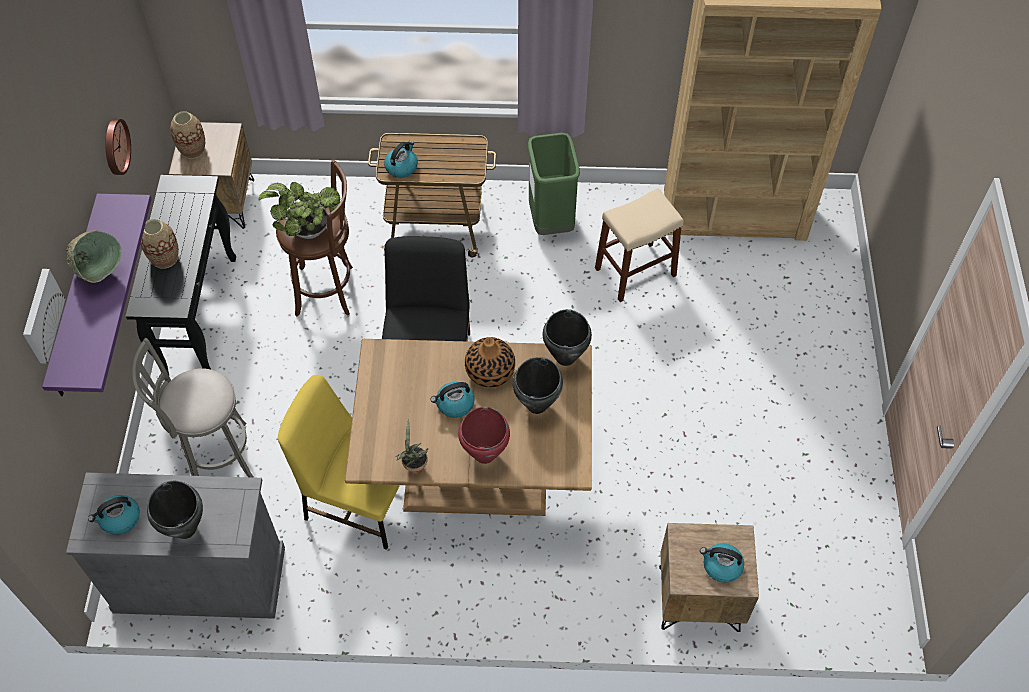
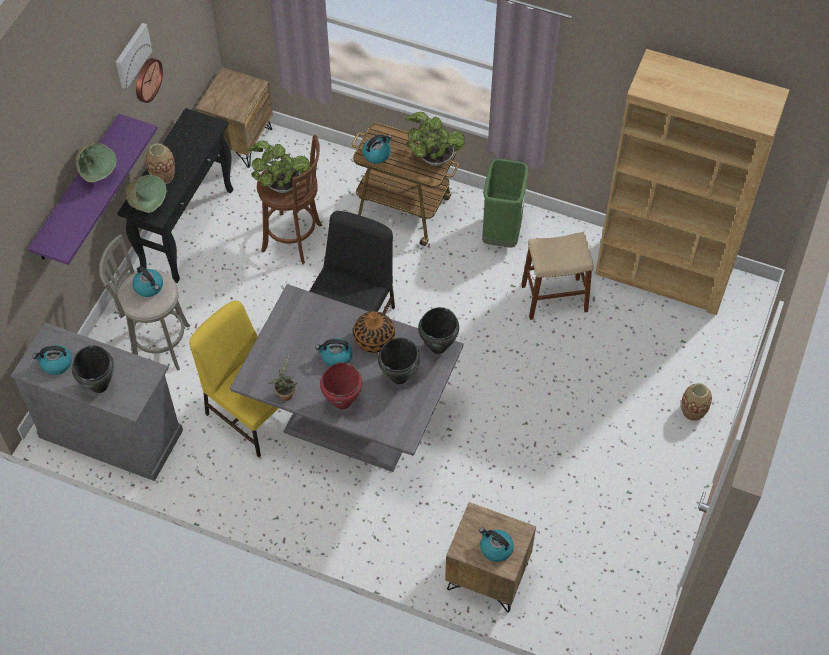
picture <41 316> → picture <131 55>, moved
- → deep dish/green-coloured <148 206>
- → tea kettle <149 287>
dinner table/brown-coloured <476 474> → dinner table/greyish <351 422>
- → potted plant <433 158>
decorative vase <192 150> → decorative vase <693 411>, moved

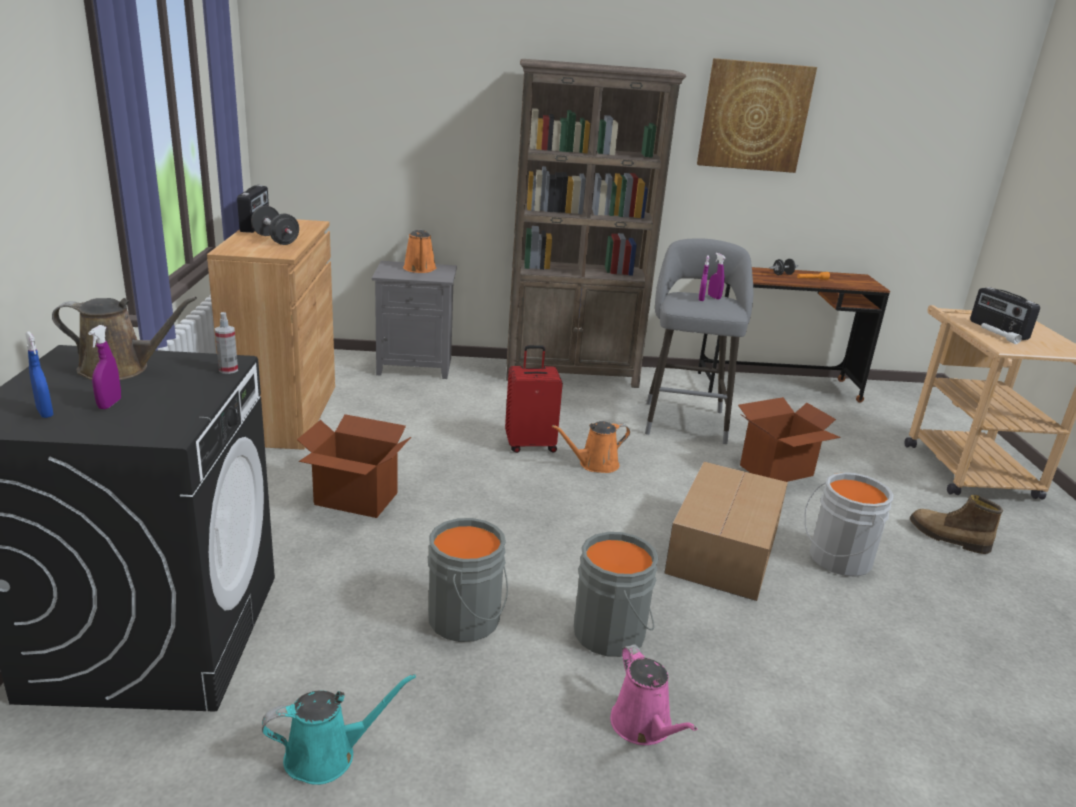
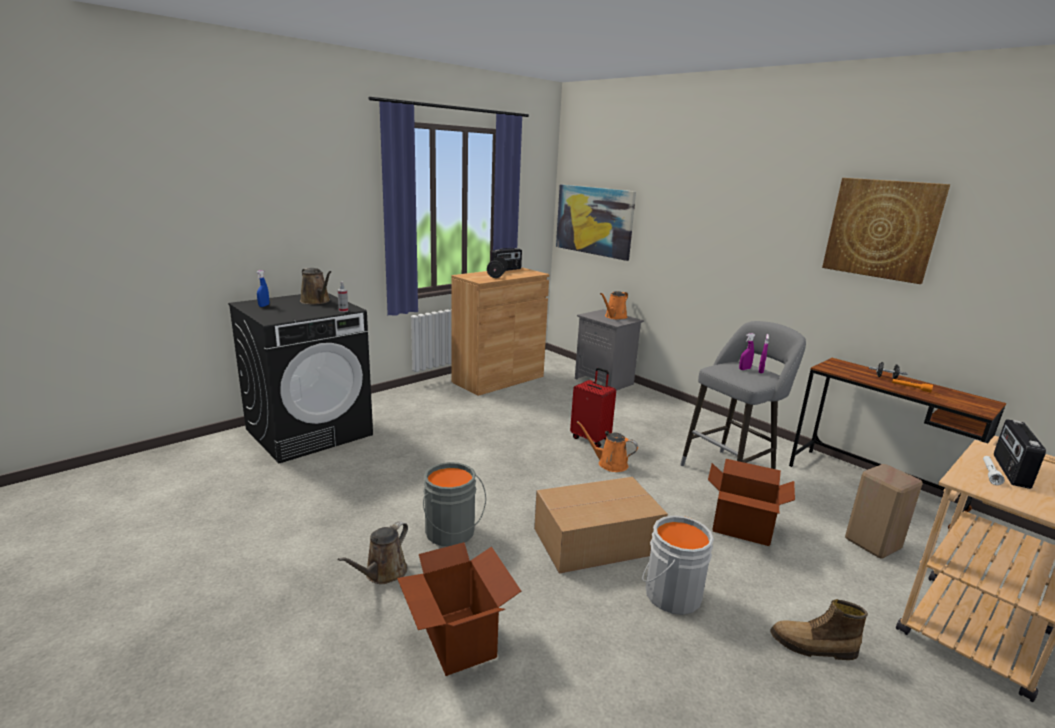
watering pot/pink-coloured <644 726> → watering pot/brown-coloured <383 573>
cardboard box <356 499> → cardboard box <457 640>, moved
- → picture <594 221>
high-top boot <947 538> → high-top boot <813 647>, 75 degrees counterclockwise
- → stool/beige-coloured <870 543>
hand sprayer/purple-coloured <109 404> → -
watering pot/blue-green <327 755> → -
bucket/greyish <468 619> → -
bookcase/brown-coloured <572 374> → -

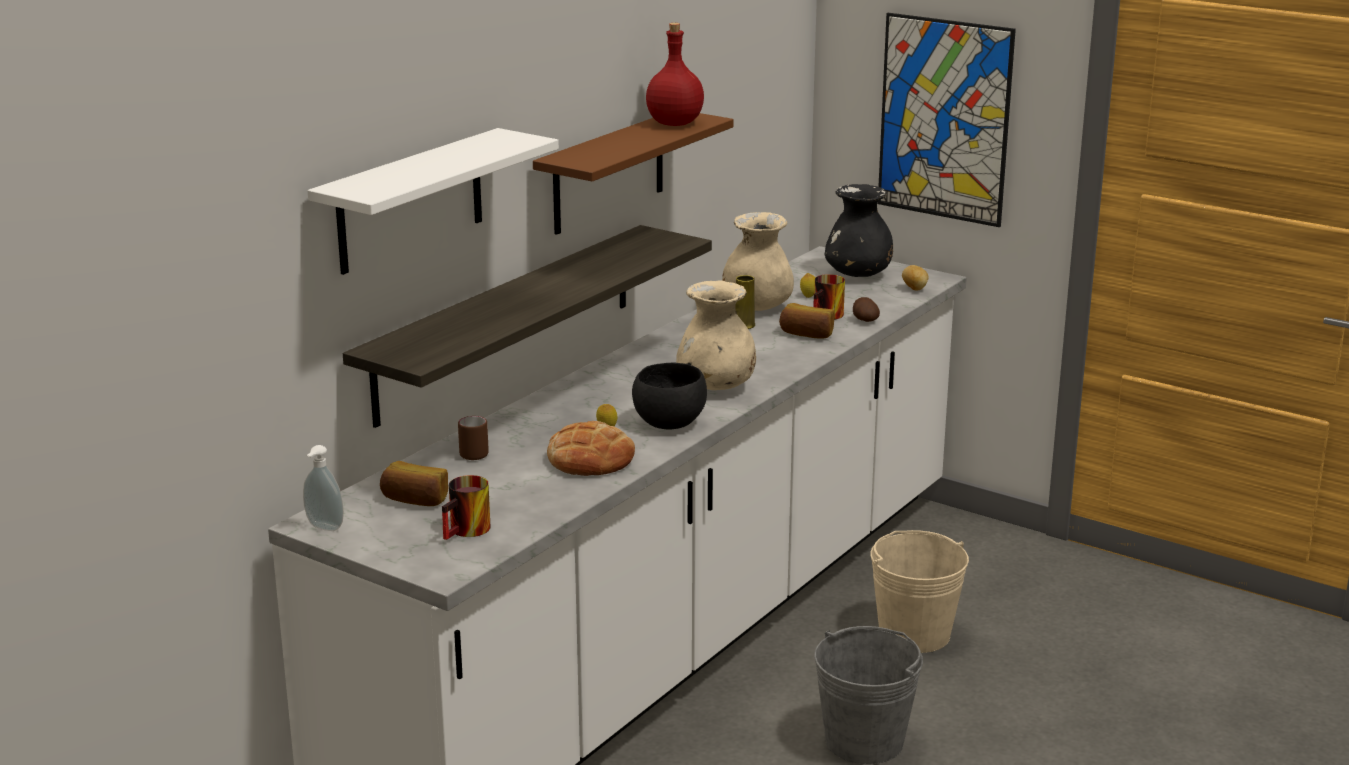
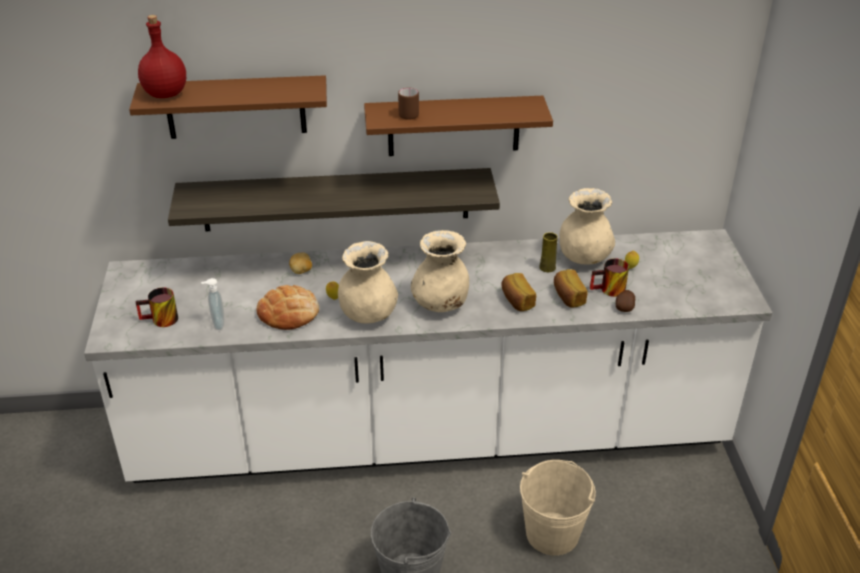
bracket shelf/white-coloured <410 202> → bracket shelf/brown-coloured <235 107>
bottle/red <674 123> → bottle/red <166 93>, moved
soap dispenser <323 528> → soap dispenser <217 324>, moved
whole potato <915 289> → whole potato <301 271>, moved
deep dish/black-coloured <669 423> → decorative vase/beige-coloured <368 314>
coffee mug/brown-coloured <472 453> → coffee mug/brown-coloured <410 114>, moved
bread <415 500> → bread <516 301>, moved
decorative vase/black-coloured <858 275> → -
picture <944 119> → -

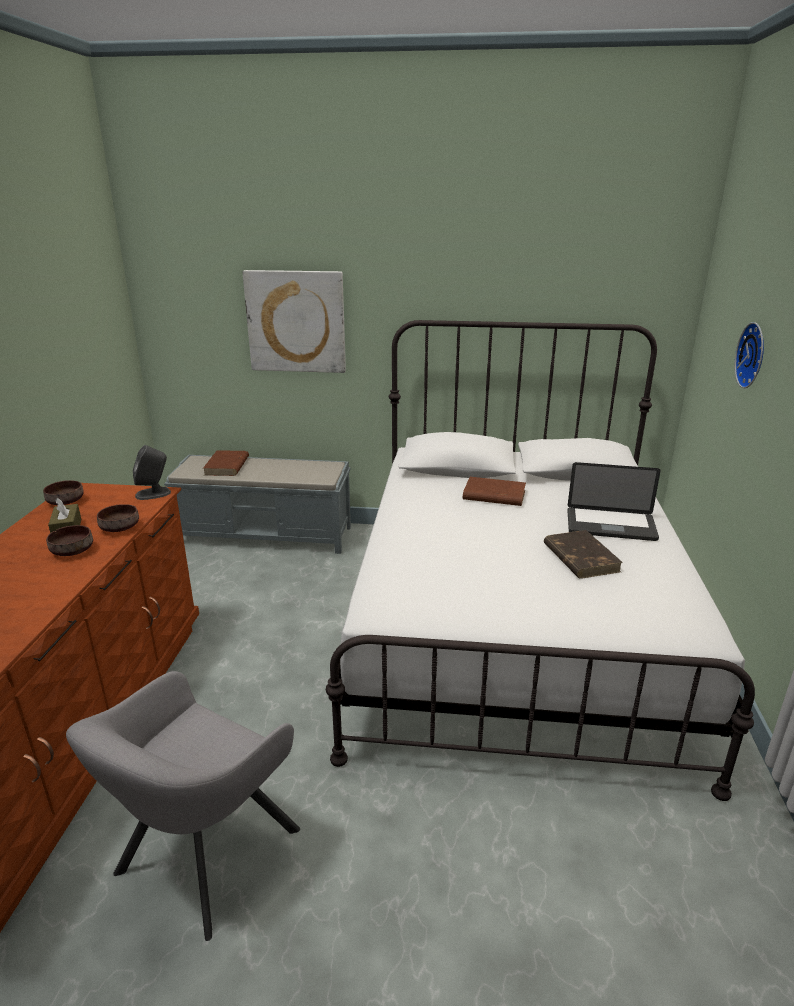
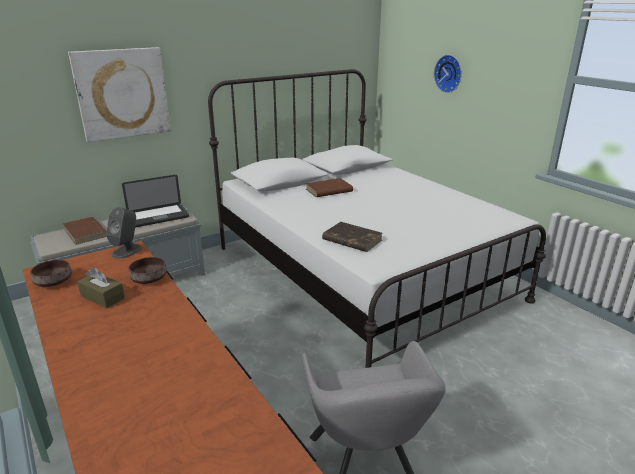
portable computer <610 525> → portable computer <158 216>, moved
bound book/brown-coloured <580 557> → bound book/brown-coloured <351 240>, moved
deep dish/brown-coloured <73 551> → -

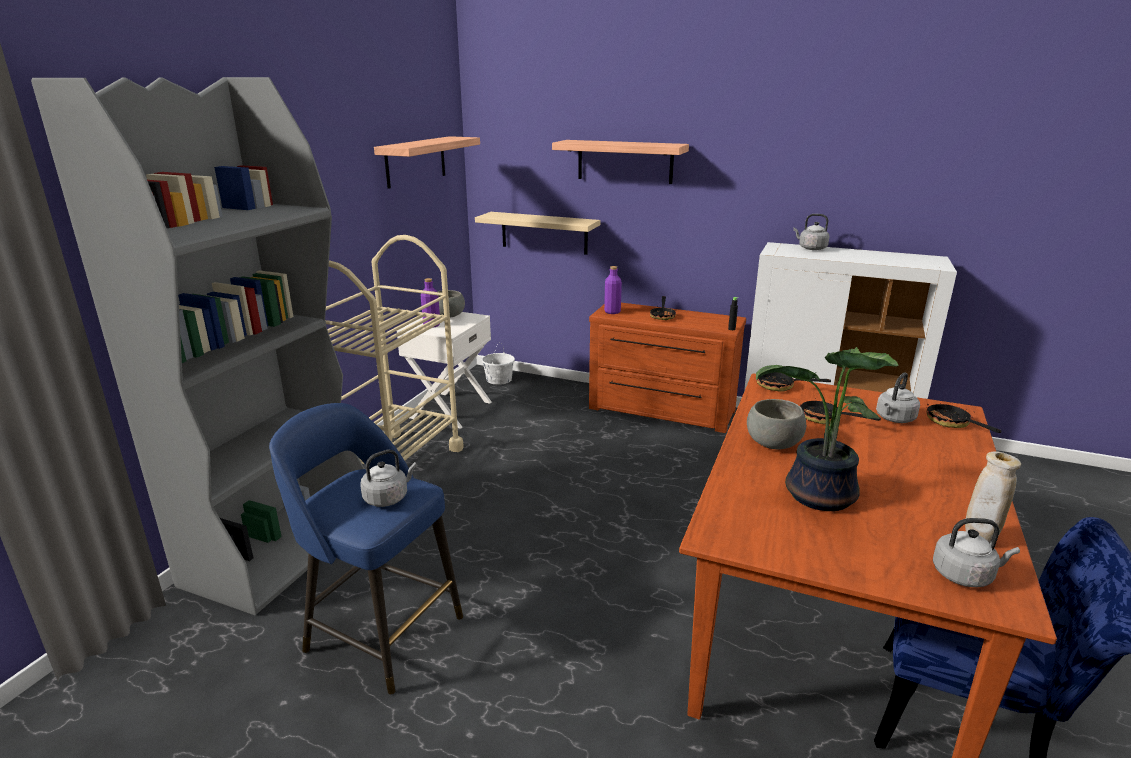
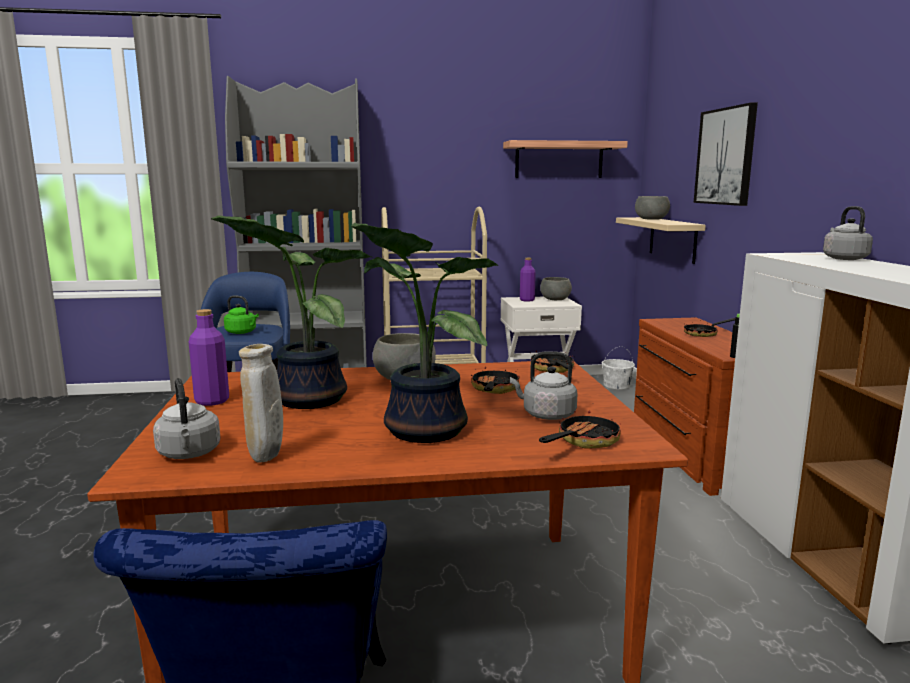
bottle/purple-coloured <612 312> → bottle/purple-coloured <212 401>, moved
tea kettle/greyish <388 498> → tea kettle/green-coloured <242 332>
- → potted plant <420 430>
- → deep dish/greyish <651 219>
bracket shelf <625 161> → picture <726 156>

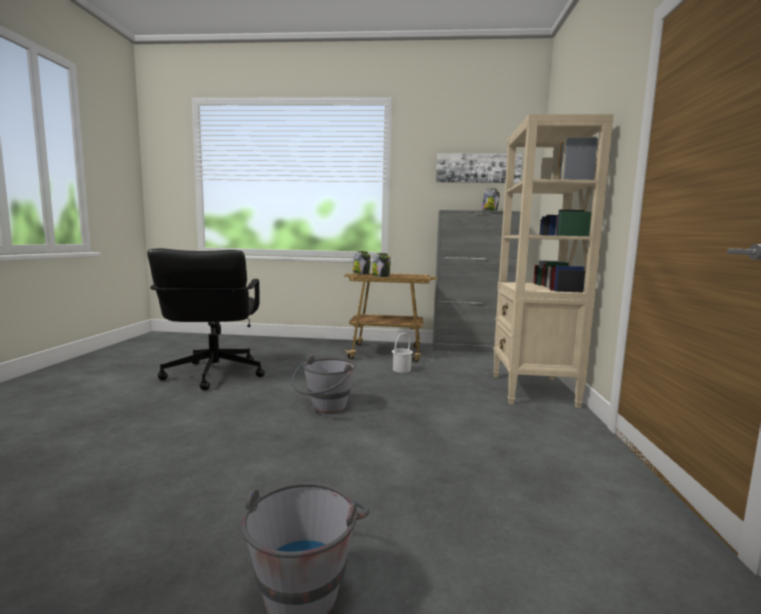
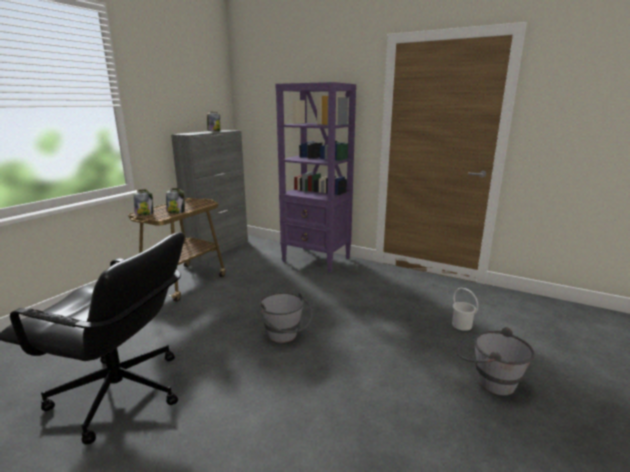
bookcase/beige-coloured <533 391> → bookcase/purple-coloured <316 260>
bucket/white-coloured <402 369> → bucket/white-coloured <462 325>, moved
picture <478 168> → -

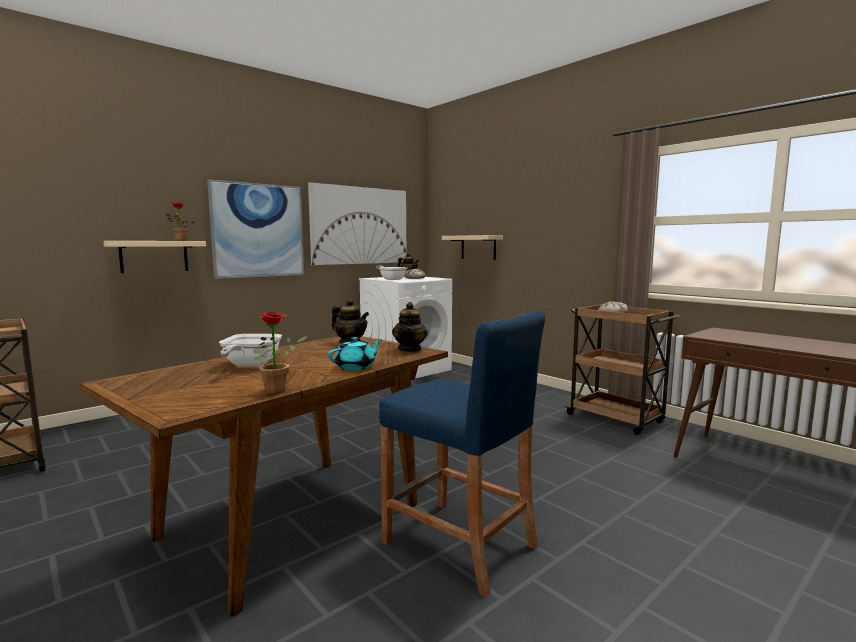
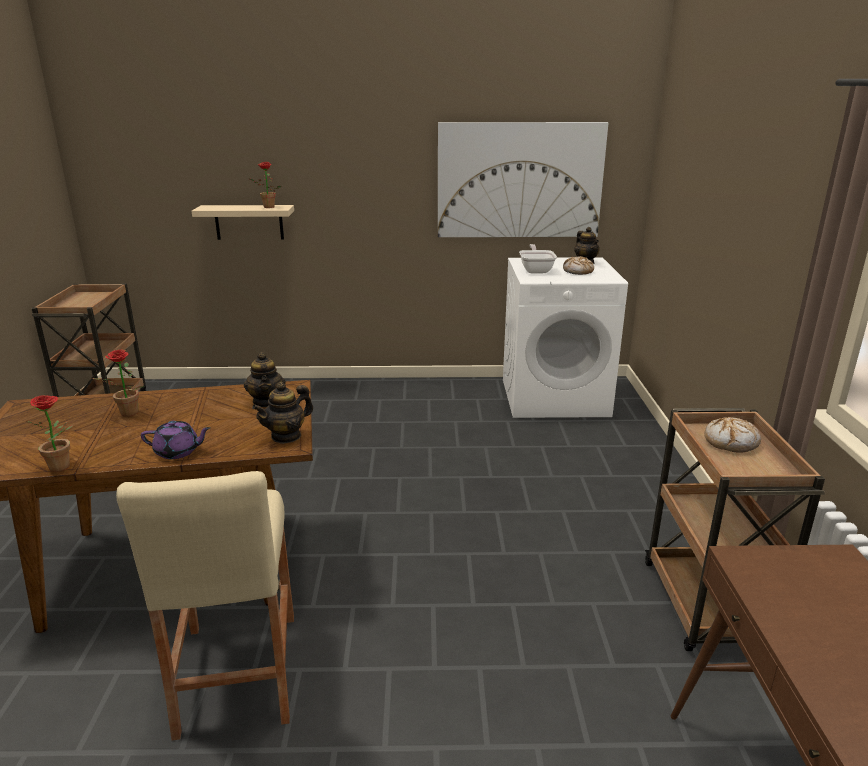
skillet <249 365> → potted plant <126 414>
stool/bluish <459 544> → stool/beige-coloured <237 672>
tea pot/blue-green <356 367> → tea pot/purple-coloured <178 452>
picture <258 230> → -
bracket shelf/beige-coloured <478 247> → -

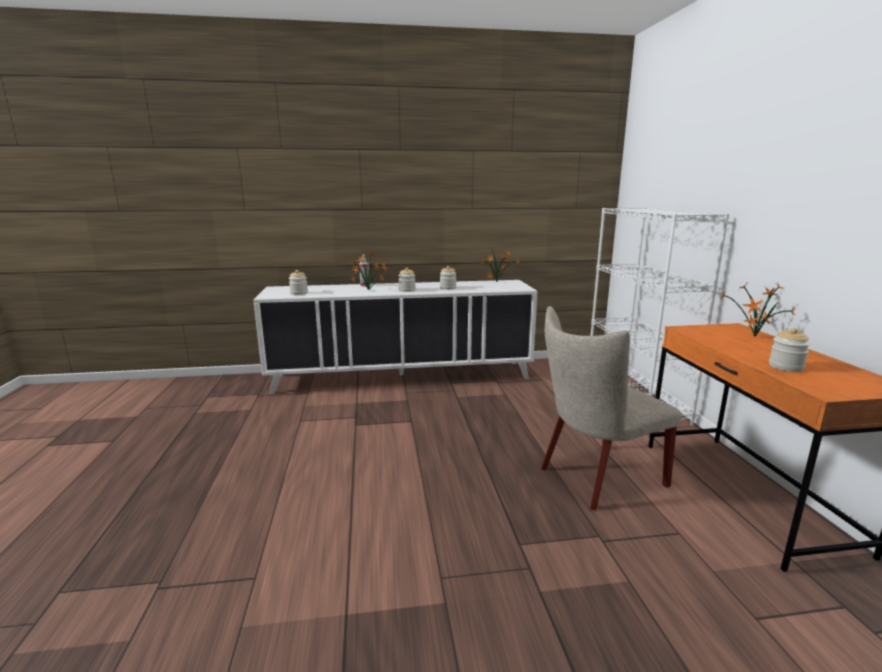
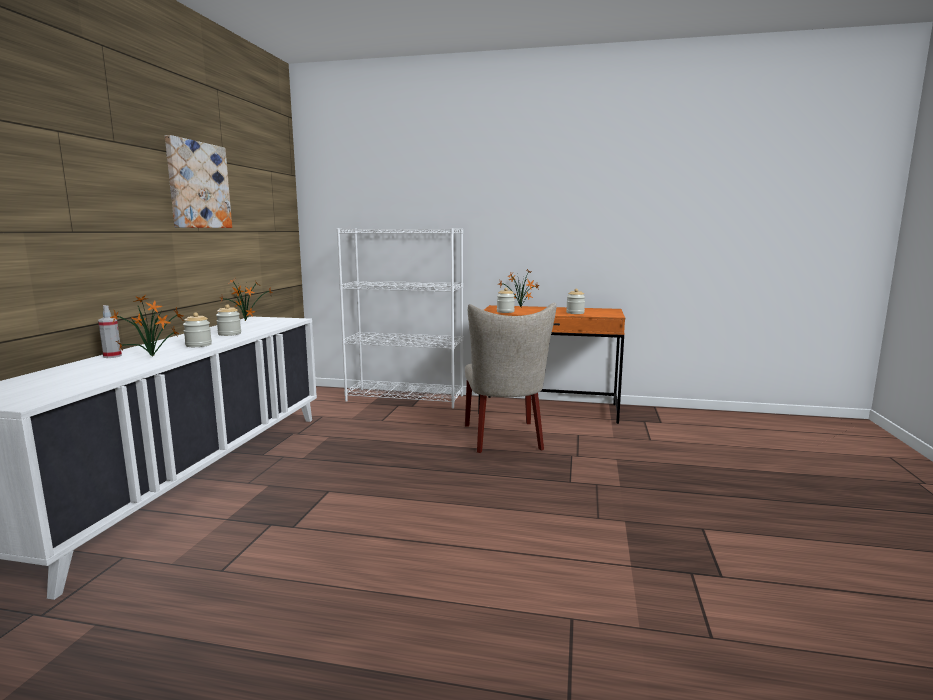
- → picture <198 185>
preserve jar <299 293> → preserve jar <505 311>, moved

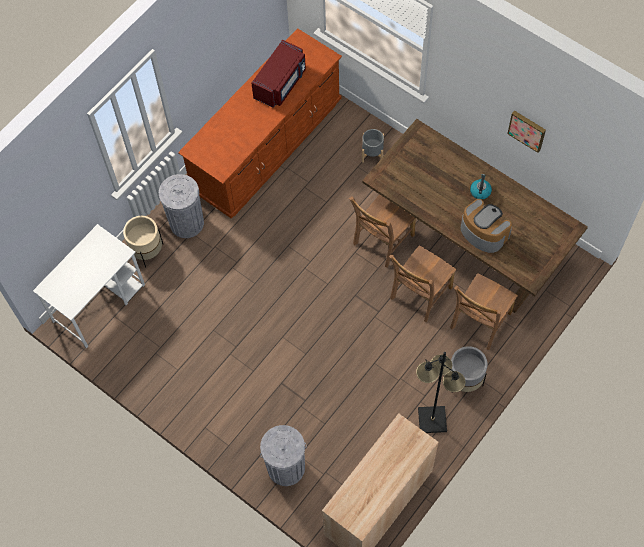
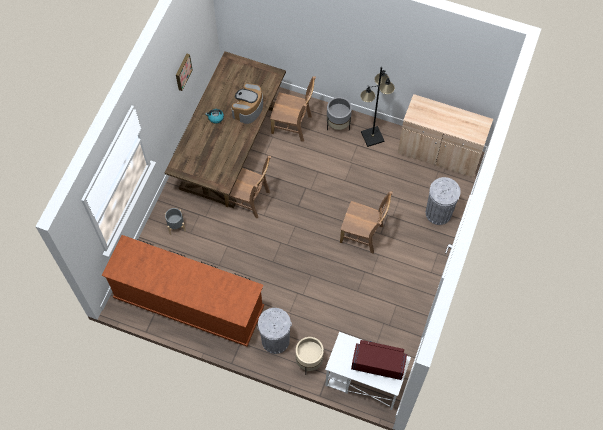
chair/brown-coloured <419 295> → chair/brown-coloured <363 235>, moved
microwave oven/red <281 83> → microwave oven/red <378 363>, moved

